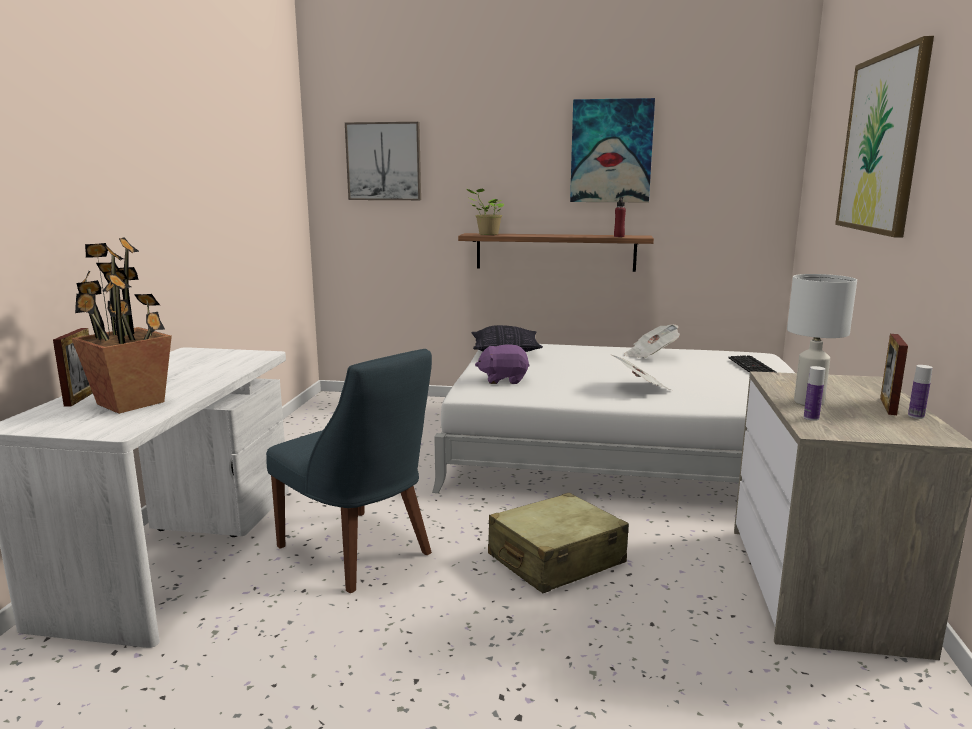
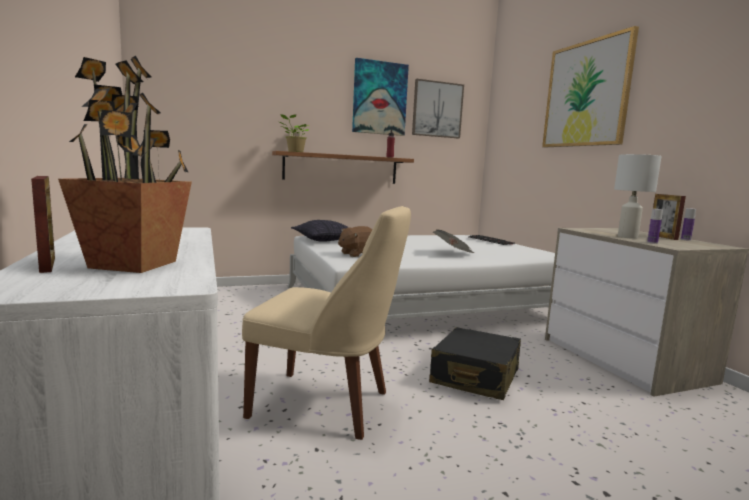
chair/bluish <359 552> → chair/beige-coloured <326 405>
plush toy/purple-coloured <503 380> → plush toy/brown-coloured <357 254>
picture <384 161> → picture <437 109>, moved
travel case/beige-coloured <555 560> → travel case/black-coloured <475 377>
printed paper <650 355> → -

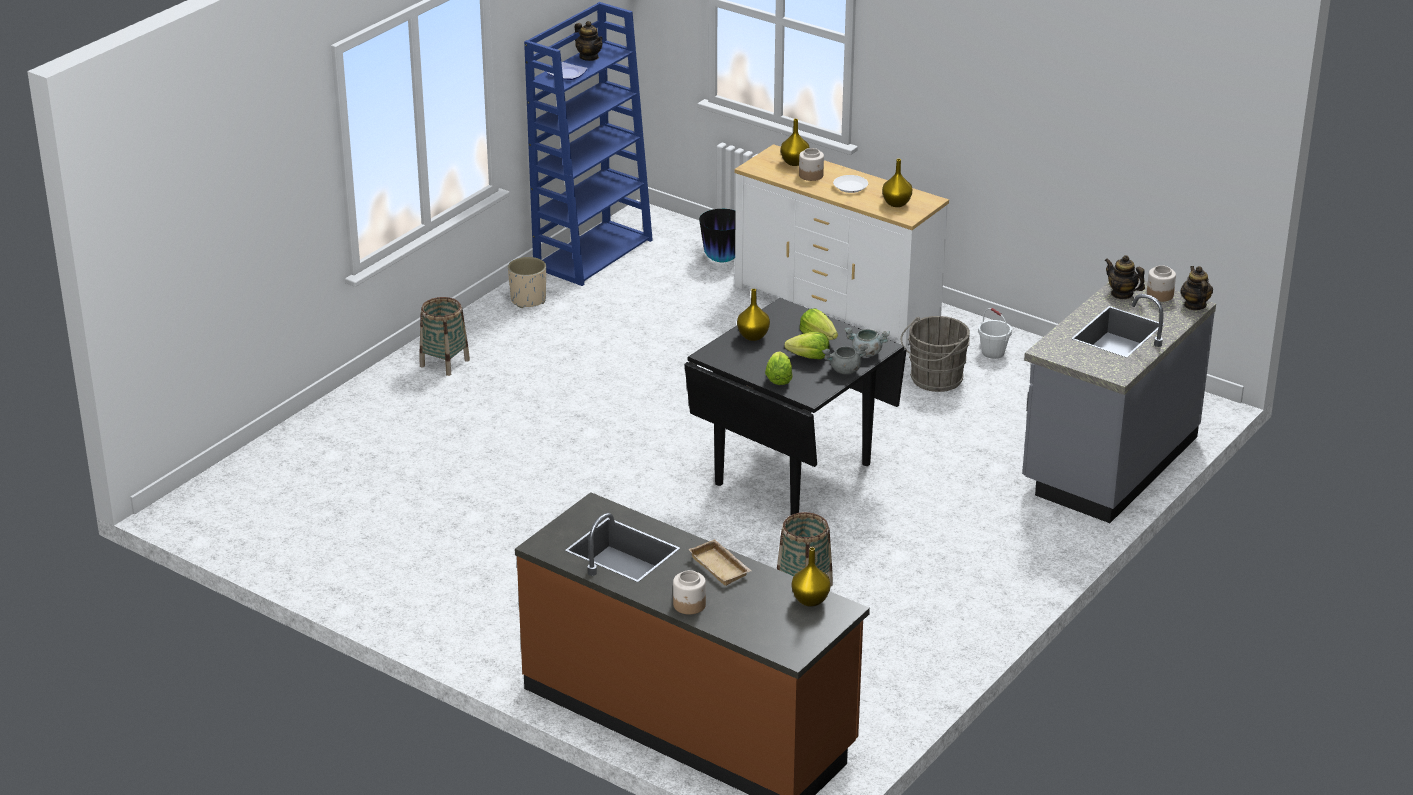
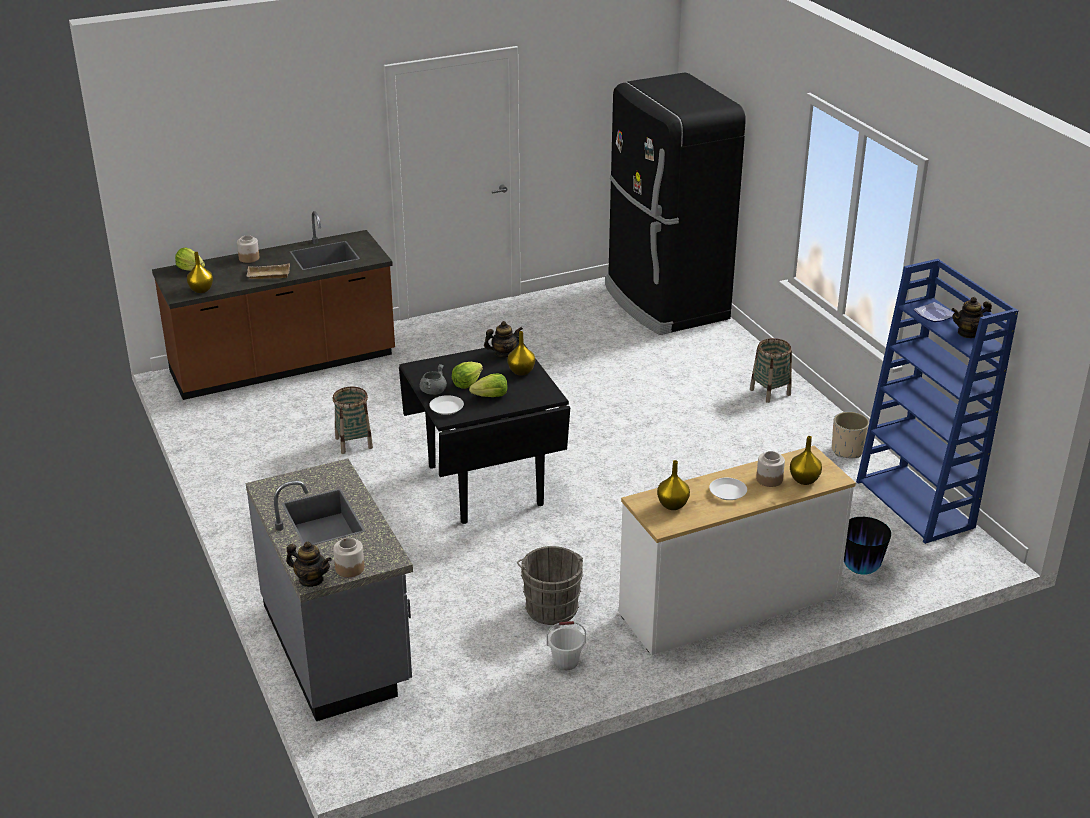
head of lettuce <778 378> → head of lettuce <191 269>, moved
cooking pot/greyish <866 353> → flat dish/white-coloured <446 408>
tea pot <1122 294> → tea pot <503 354>, moved
- → refrigerator/black-coloured <664 303>

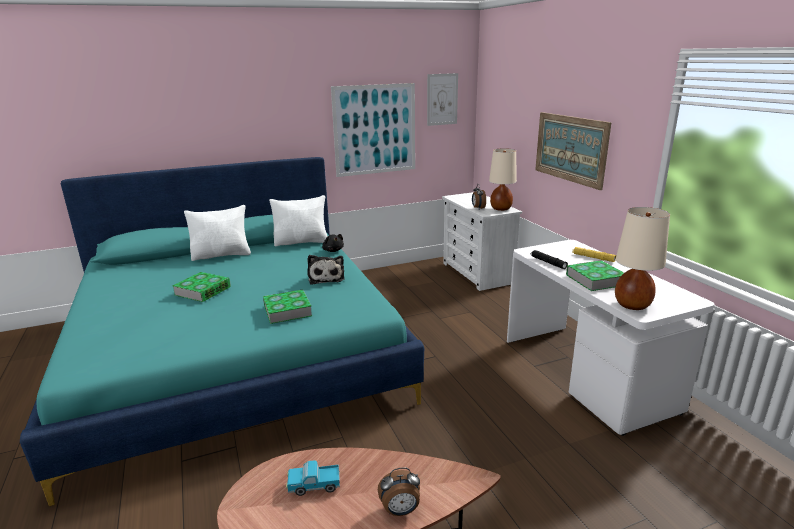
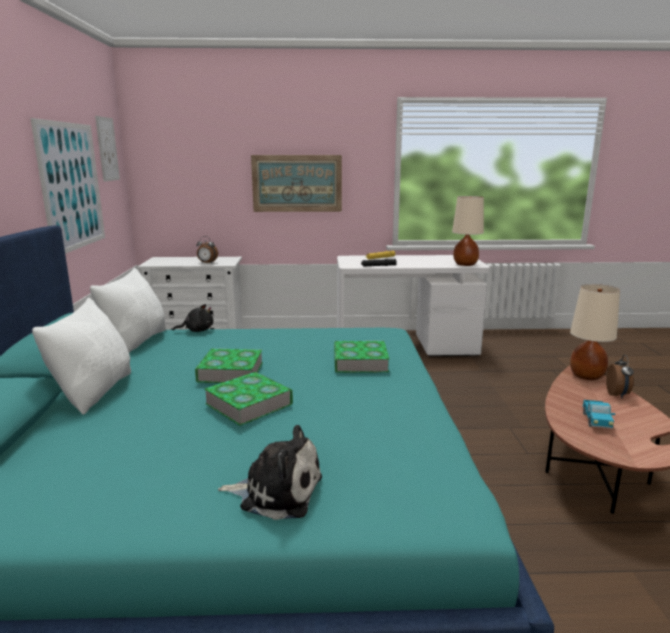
bound book <595 280> → bound book <230 372>, moved
plush toy <326 278> → plush toy <277 492>, moved
table lamp/beige-coloured <500 209> → table lamp/beige-coloured <587 376>, moved

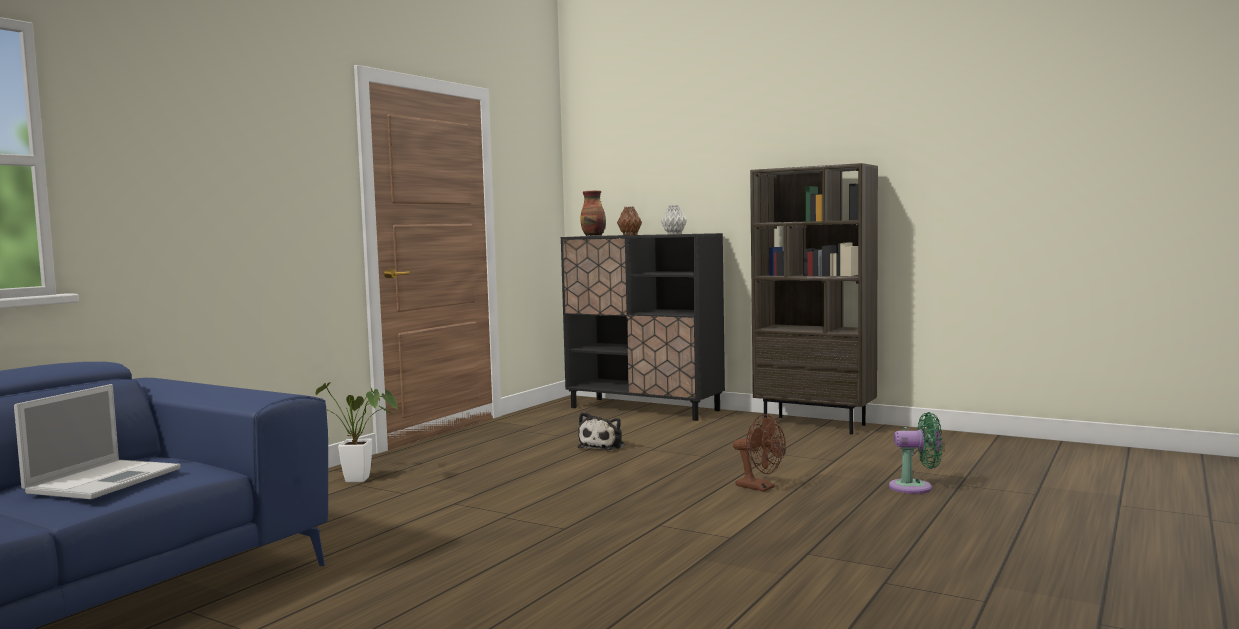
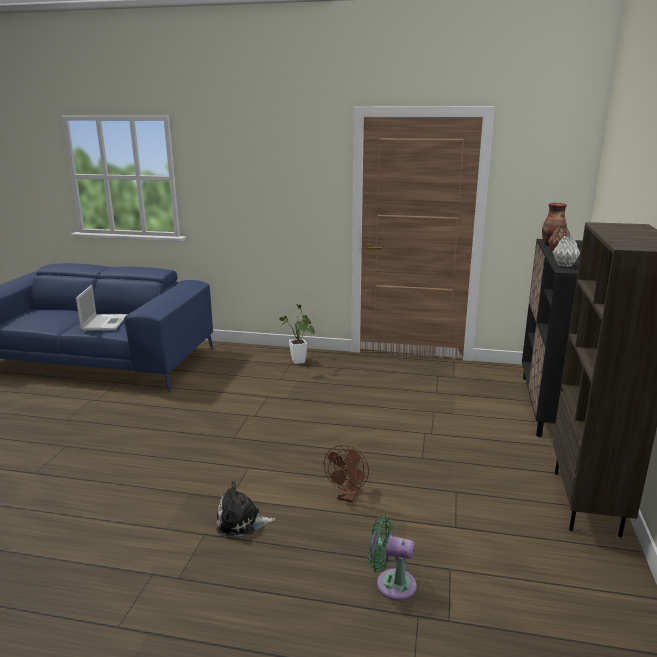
portable computer <106 480> → portable computer <105 322>, 90 degrees counterclockwise
plush toy <603 446> → plush toy <241 522>, moved
fan/green-coloured <915 487> → fan/green-coloured <391 583>, 120 degrees clockwise

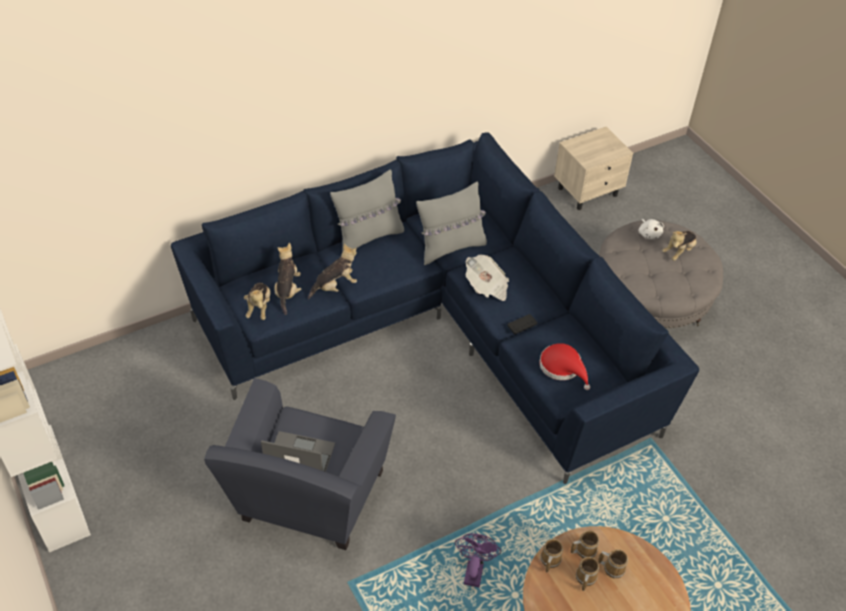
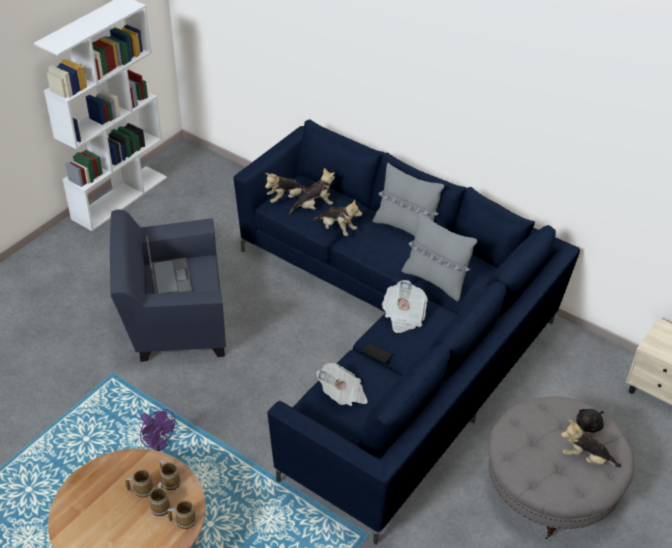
fan/purple-coloured <474 570> → fan/purple-coloured <158 445>, 60 degrees clockwise
coffee mug <549 560> → coffee mug <184 520>, moved
hat/red <562 367> → printed paper <342 394>
plush toy/white-coloured <649 234> → plush toy/black-coloured <589 425>

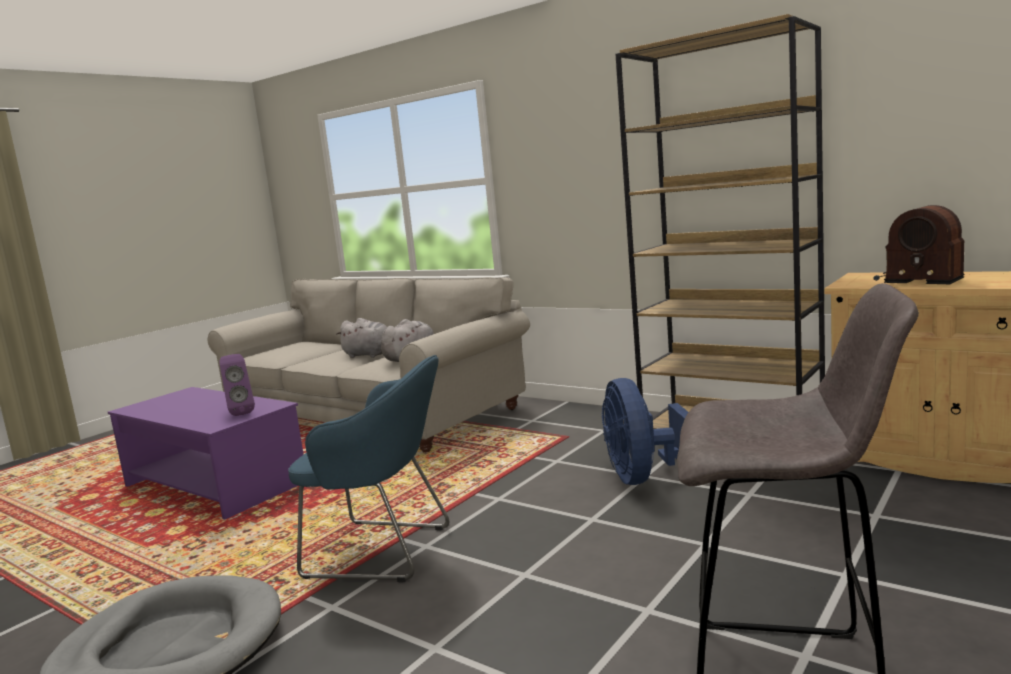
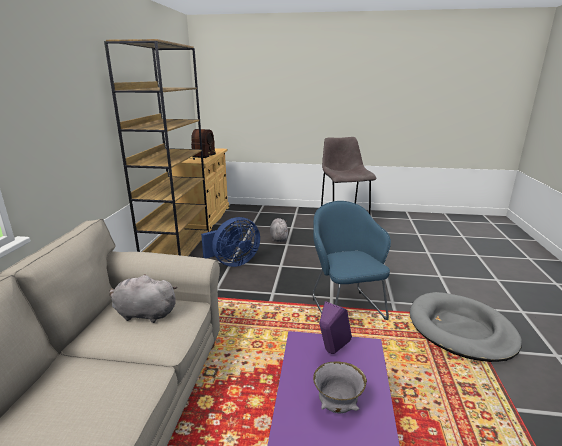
plush toy/greyish <370 355> → plush toy/greyish <279 238>, moved
- → deep dish/greyish <337 406>

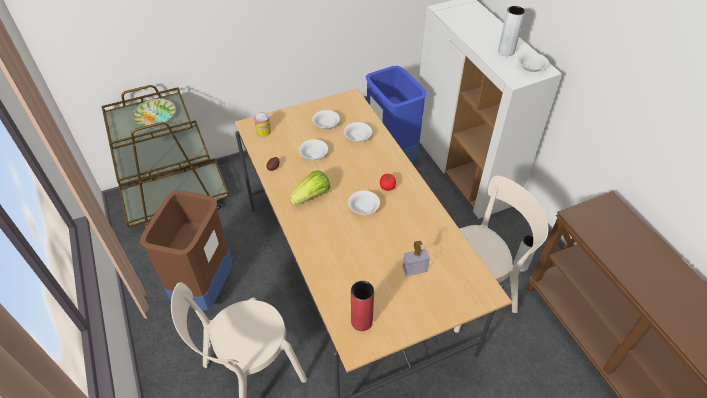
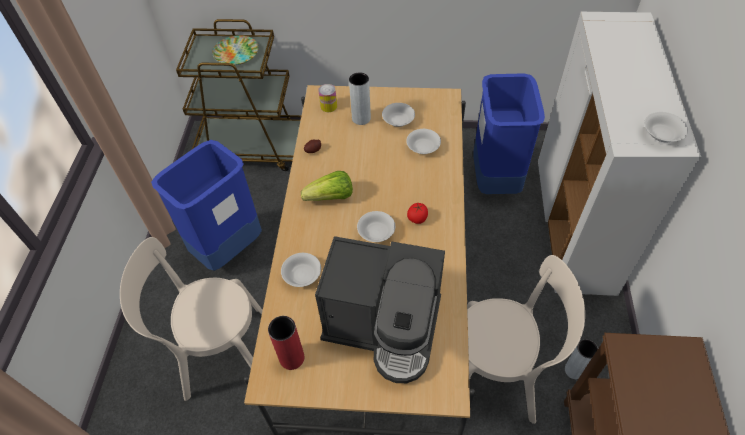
rubbish bin/brown-coloured <205 289> → rubbish bin/bluish <228 248>
deep dish/white-coloured <313 155> → deep dish/white-coloured <302 275>, moved
soap dispenser <415 269> → coffee machine <384 326>
decorative vase/greyish <506 51> → decorative vase/greyish <361 118>, moved

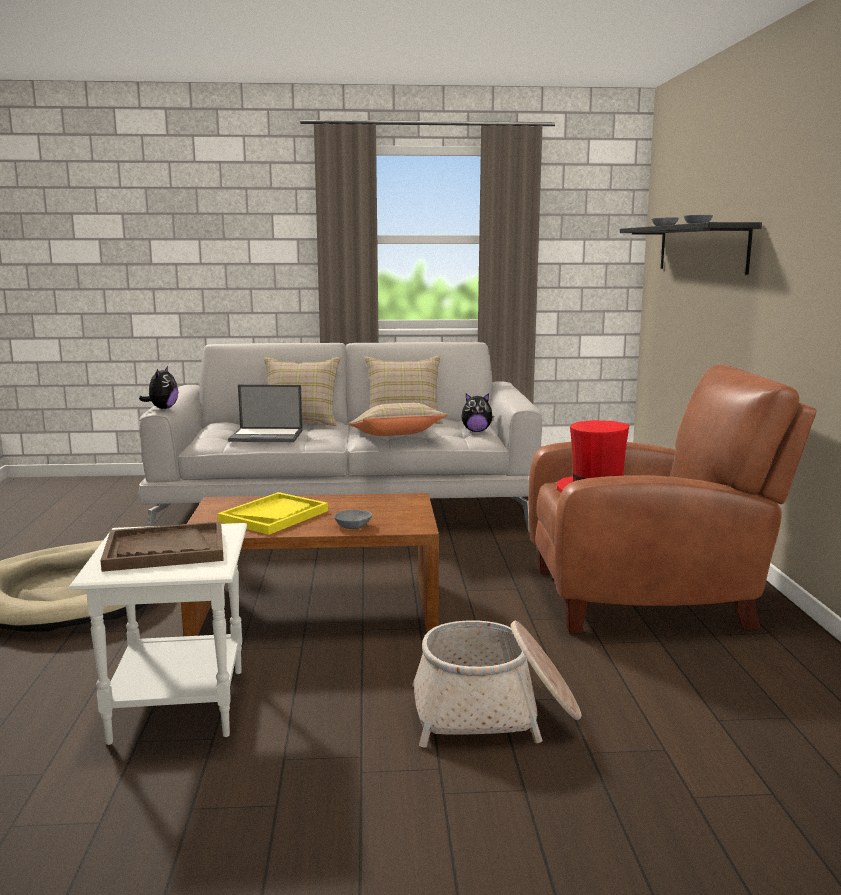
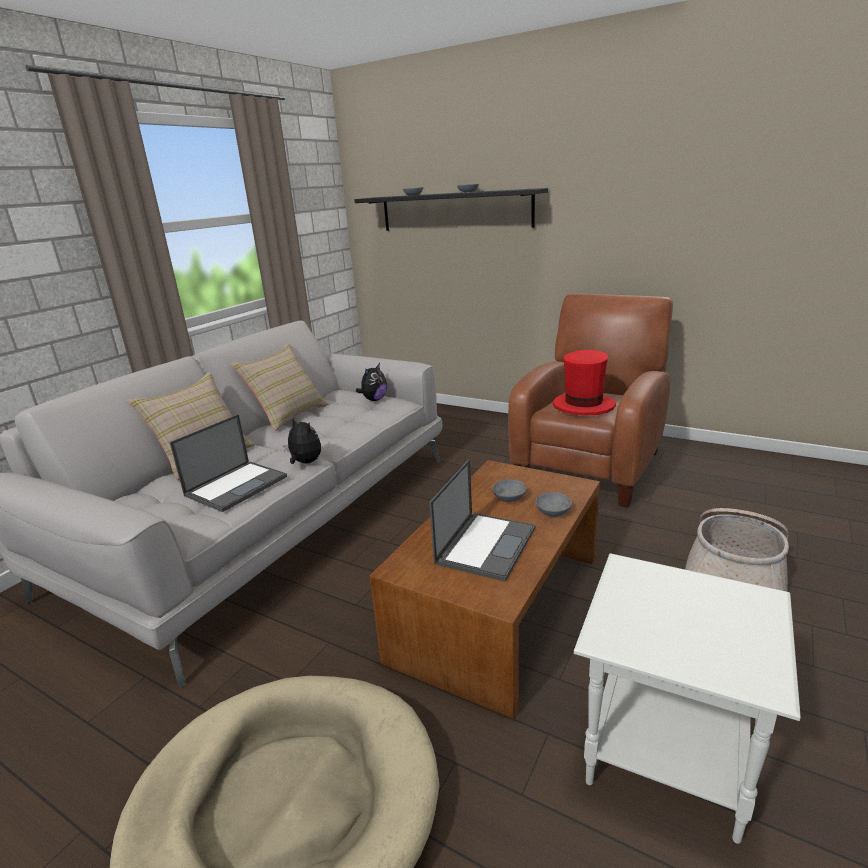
plush toy <162 408> → plush toy <305 462>, moved
serving tray/yellowish <274 516> → portable computer <486 544>
- → deep dish/greyish <508 496>
serving tray/brown-coloured <165 550> → -
cushion/beige-coloured <396 437> → -

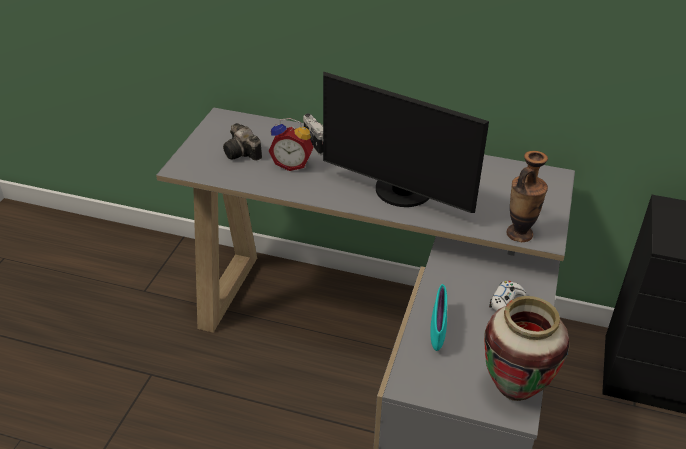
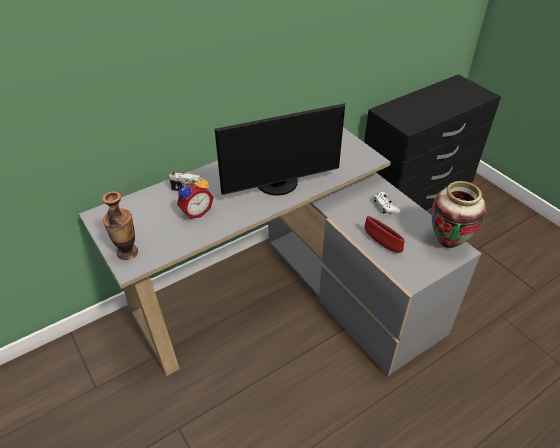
decorative vase <519 234> → decorative vase <127 252>, moved
deep dish/blue-green <437 331> → deep dish/red <382 243>
photo camera <243 153> → -

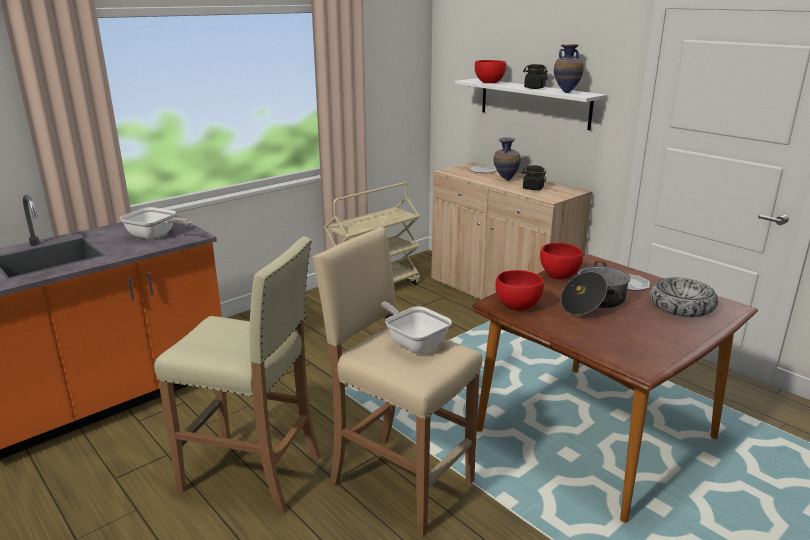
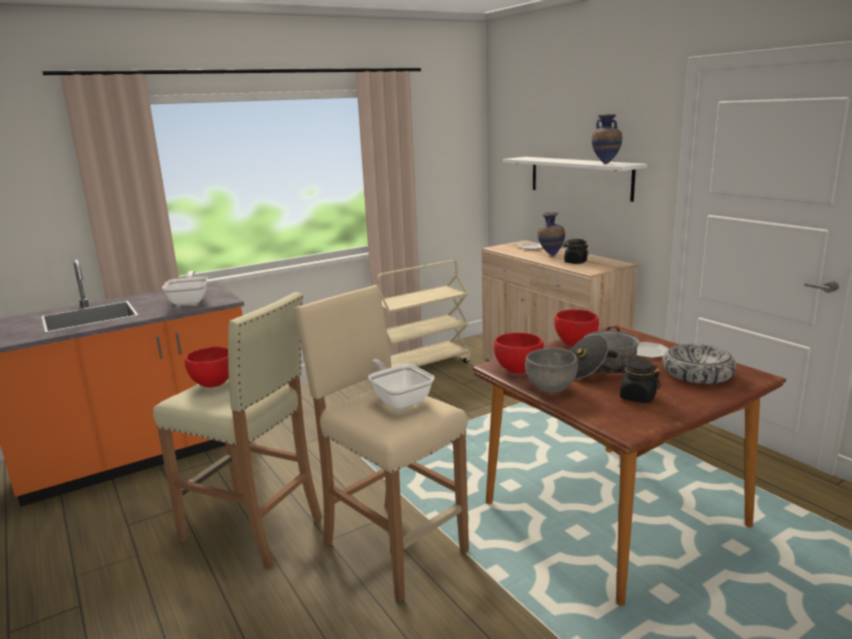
skillet <155 236> → skillet <190 300>, 135 degrees counterclockwise
deep dish/red <490 82> → deep dish/red <213 383>, moved
- → deep dish/greyish <550 388>
preserve jar/black-coloured <534 88> → preserve jar/black-coloured <637 397>, moved

